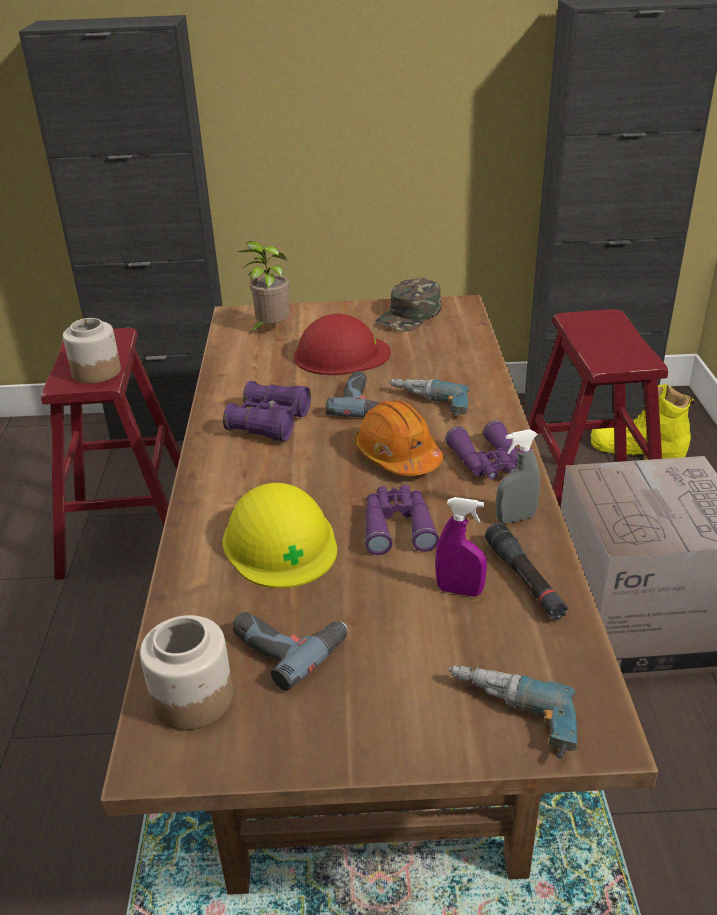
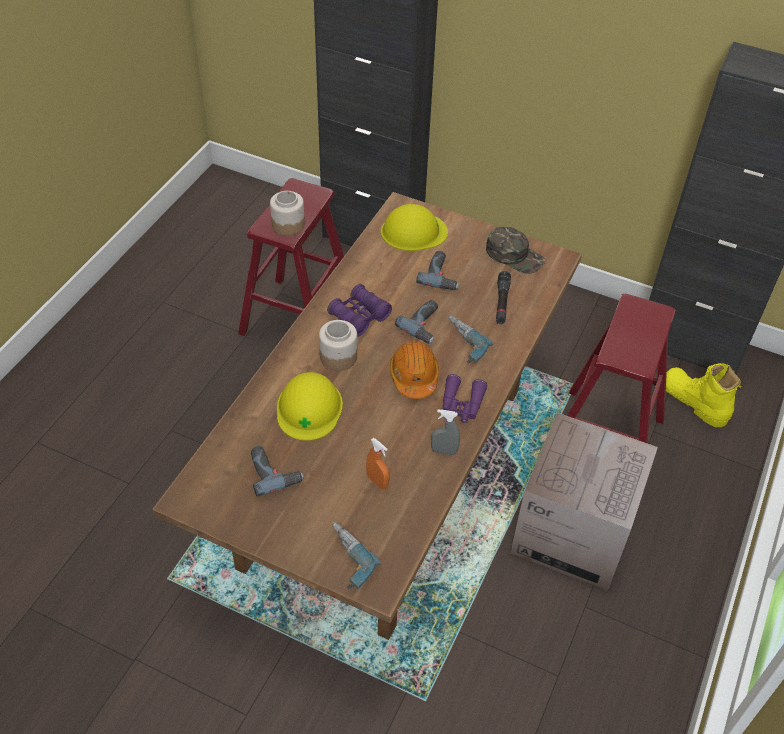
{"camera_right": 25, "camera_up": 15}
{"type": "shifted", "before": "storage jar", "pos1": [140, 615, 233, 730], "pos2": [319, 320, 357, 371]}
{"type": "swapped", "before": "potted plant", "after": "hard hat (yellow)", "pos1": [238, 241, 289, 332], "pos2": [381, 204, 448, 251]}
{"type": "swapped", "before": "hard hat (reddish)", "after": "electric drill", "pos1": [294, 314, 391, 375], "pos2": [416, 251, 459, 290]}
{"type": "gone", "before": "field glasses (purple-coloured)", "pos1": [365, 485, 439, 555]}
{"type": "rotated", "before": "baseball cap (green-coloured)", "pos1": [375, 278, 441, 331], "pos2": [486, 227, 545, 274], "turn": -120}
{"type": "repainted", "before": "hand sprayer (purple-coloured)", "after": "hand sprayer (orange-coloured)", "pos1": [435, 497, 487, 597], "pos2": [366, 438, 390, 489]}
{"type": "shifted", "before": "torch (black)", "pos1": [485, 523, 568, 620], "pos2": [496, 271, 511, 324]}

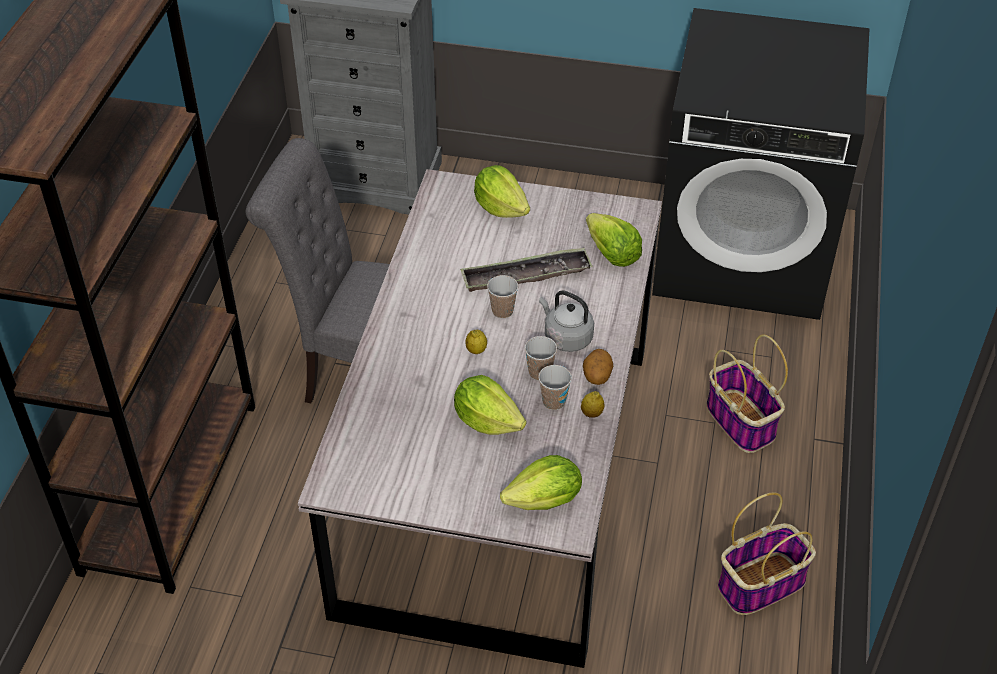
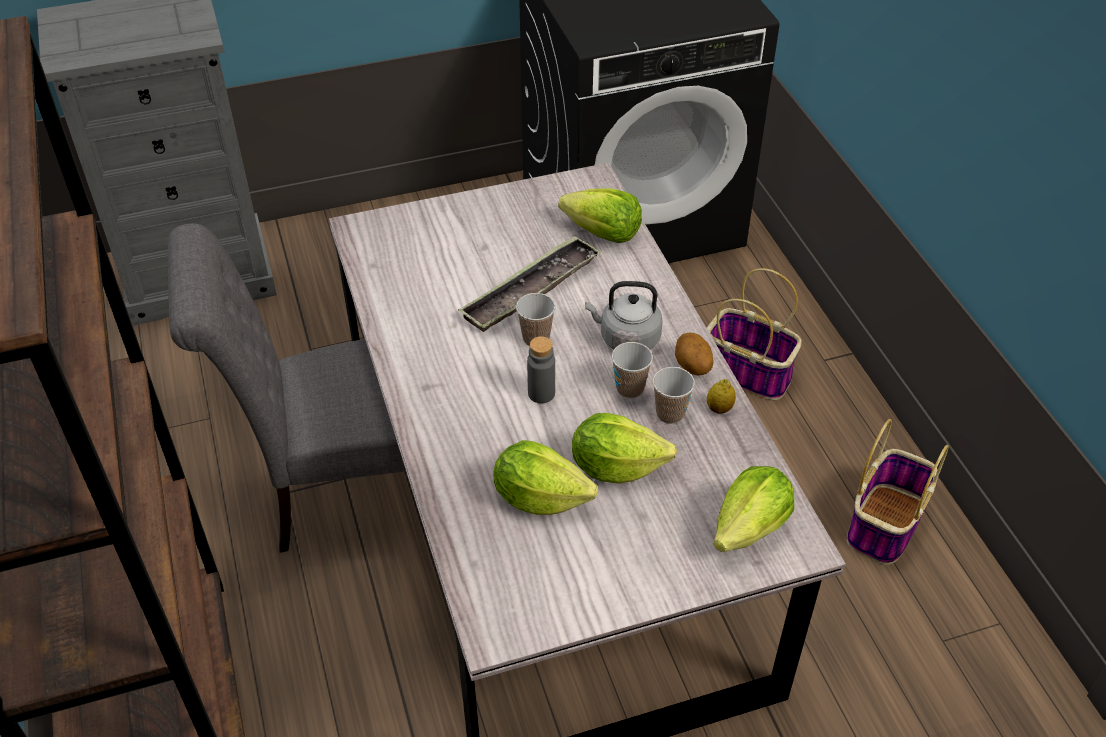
{"camera_right": -30, "camera_up": 0}
{"type": "swapped", "before": "citrus fruit", "after": "bottle (grey)", "pos1": [465, 330, 487, 354], "pos2": [527, 336, 555, 403]}
{"type": "shifted", "before": "lettuce", "pos1": [474, 165, 530, 218], "pos2": [494, 440, 598, 515]}

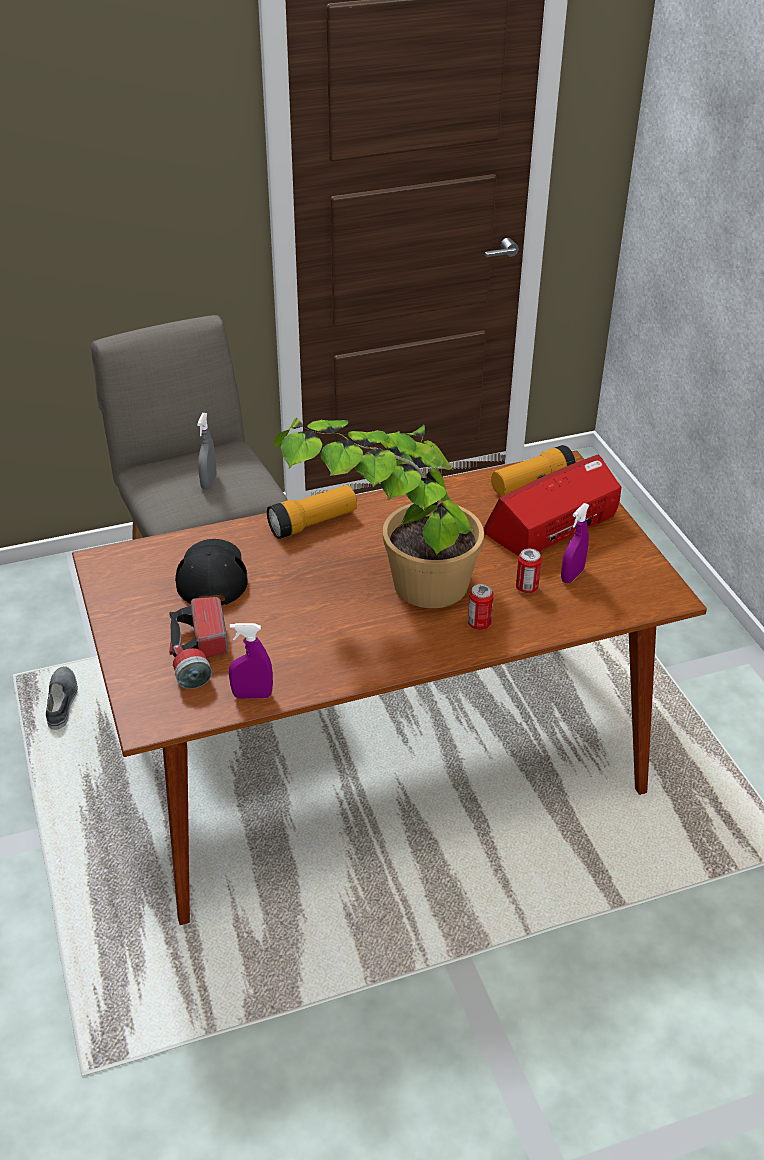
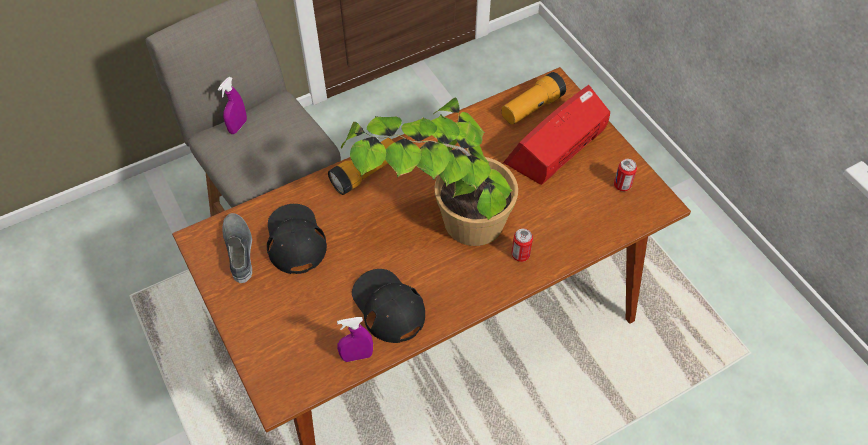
{"camera_right": -10, "camera_up": 15}
{"type": "shifted", "before": "shoe (grey)", "pos1": [46, 666, 78, 730], "pos2": [223, 213, 252, 283]}
{"type": "gone", "before": "torch", "pos1": [169, 597, 228, 689]}
{"type": "gone", "before": "hand sprayer (grey)", "pos1": [197, 413, 216, 489]}
{"type": "shifted", "before": "metal can", "pos1": [516, 549, 542, 593], "pos2": [614, 159, 637, 191]}
{"type": "shifted", "before": "hand sprayer (purple-coloured)", "pos1": [561, 503, 589, 583], "pos2": [218, 77, 247, 134]}
{"type": "new", "after": "baseball cap (black)", "pos2": [352, 269, 425, 343]}

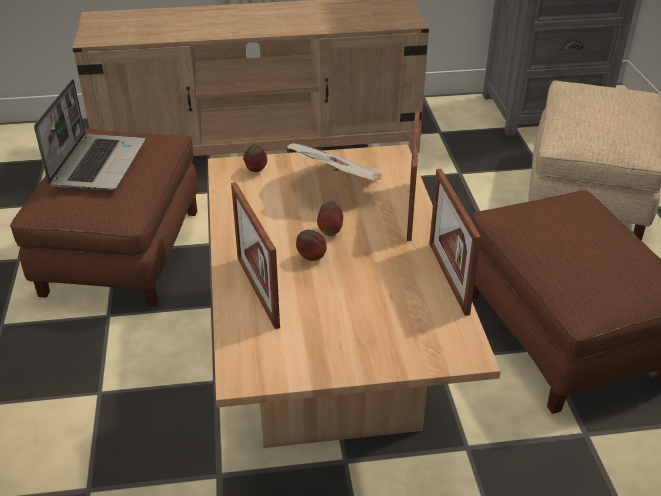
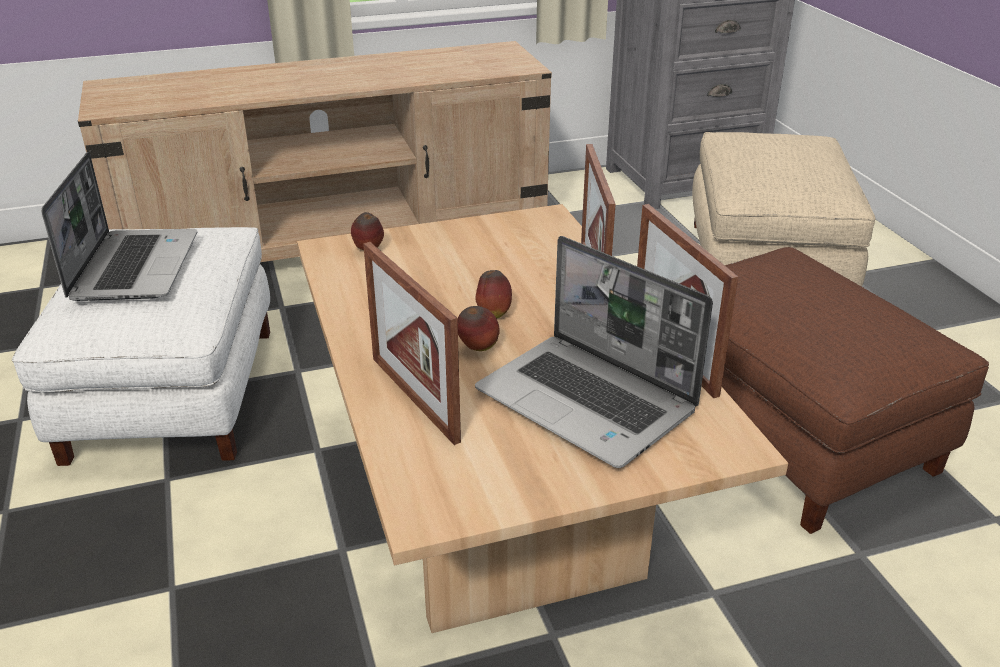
{"camera_right": -10, "camera_up": -5}
{"type": "repainted", "before": "ottoman (brown)", "after": "ottoman (white)", "pos1": [10, 129, 198, 307], "pos2": [12, 227, 270, 466]}
{"type": "gone", "before": "daily paper", "pos1": [287, 143, 384, 181]}
{"type": "new", "after": "laptop", "pos2": [475, 236, 713, 468]}

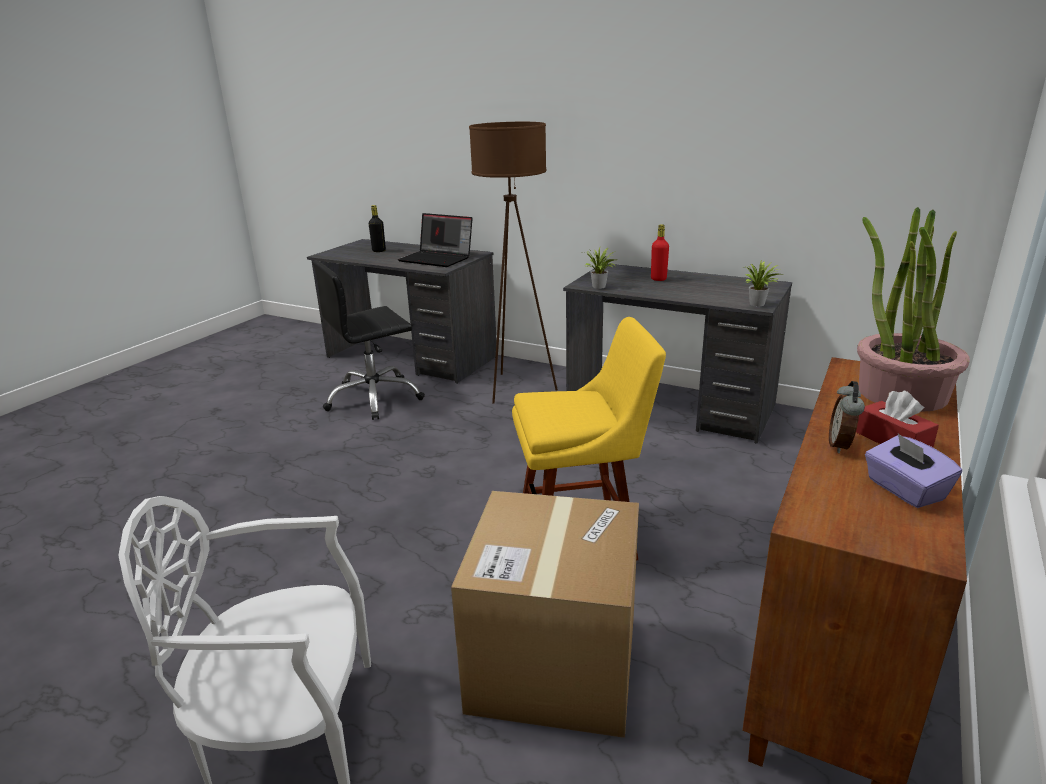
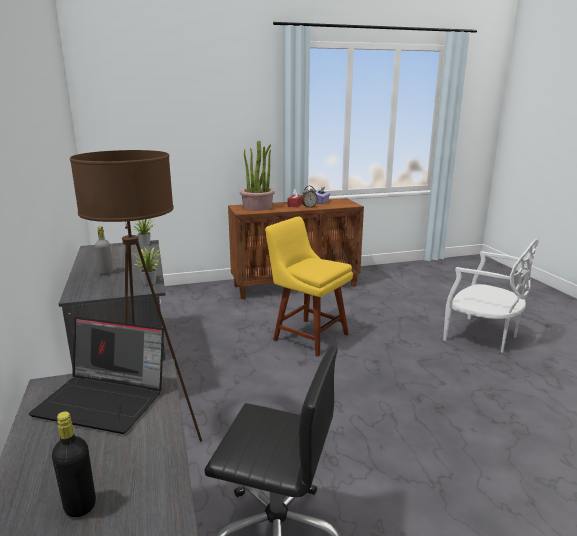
{"camera_right": -135, "camera_up": -5}
{"type": "rotated", "before": "laptop", "pos1": [398, 213, 472, 267], "pos2": [29, 317, 164, 434], "turn": 120}
{"type": "gone", "before": "carton", "pos1": [451, 491, 639, 738]}
{"type": "repainted", "before": "bottle (reddish)", "after": "bottle (grey)", "pos1": [651, 224, 669, 281], "pos2": [95, 226, 113, 275]}

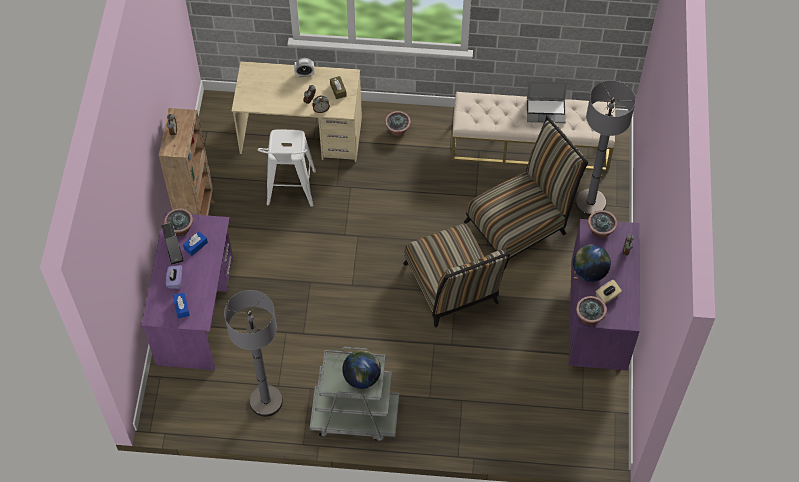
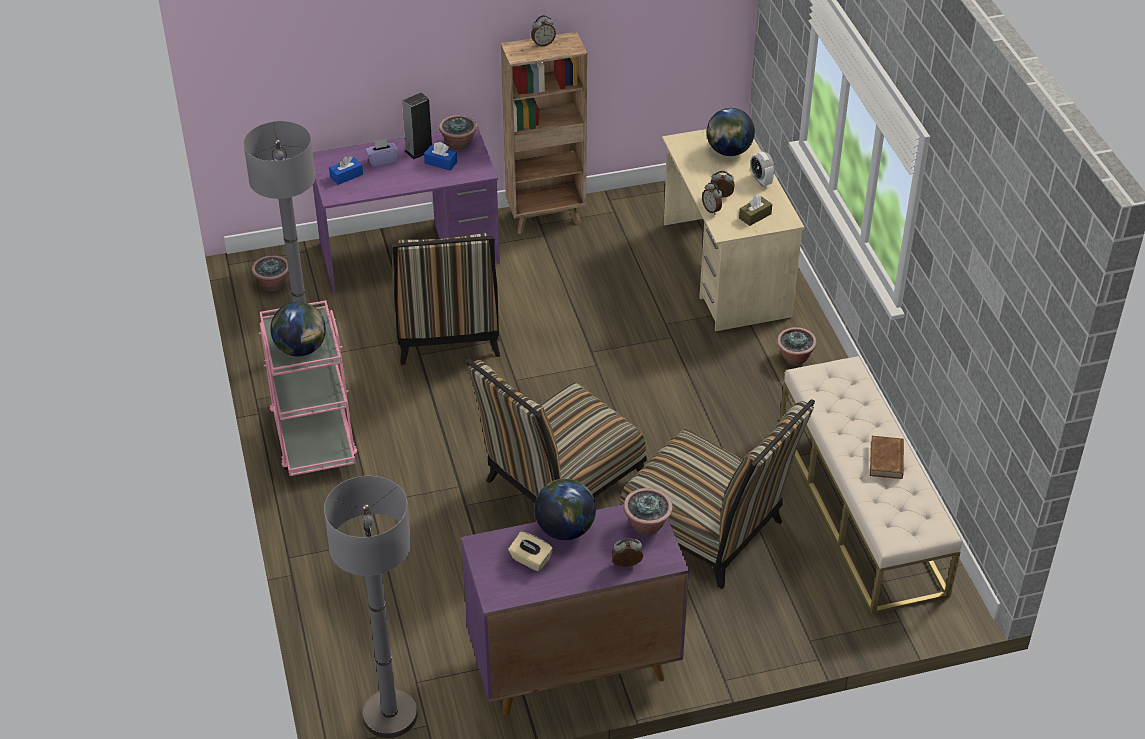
{"camera_right": 70, "camera_up": -15}
{"type": "gone", "before": "stool seat (white)", "pos1": [257, 129, 316, 207]}
{"type": "repainted", "before": "cart (grey)", "after": "cart (pink)", "pos1": [310, 347, 399, 441], "pos2": [259, 300, 357, 476]}
{"type": "swapped", "before": "laptop", "after": "bound book (brown)", "pos1": [527, 81, 568, 123], "pos2": [870, 436, 904, 479]}
{"type": "shifted", "before": "standard lamp (grey)", "pos1": [575, 80, 636, 216], "pos2": [324, 476, 418, 738]}
{"type": "shifted", "before": "potted plant", "pos1": [576, 296, 607, 325], "pos2": [252, 255, 289, 291]}
{"type": "new", "after": "plain chair", "pos2": [392, 233, 500, 365]}
{"type": "new", "after": "globe", "pos2": [707, 108, 755, 156]}

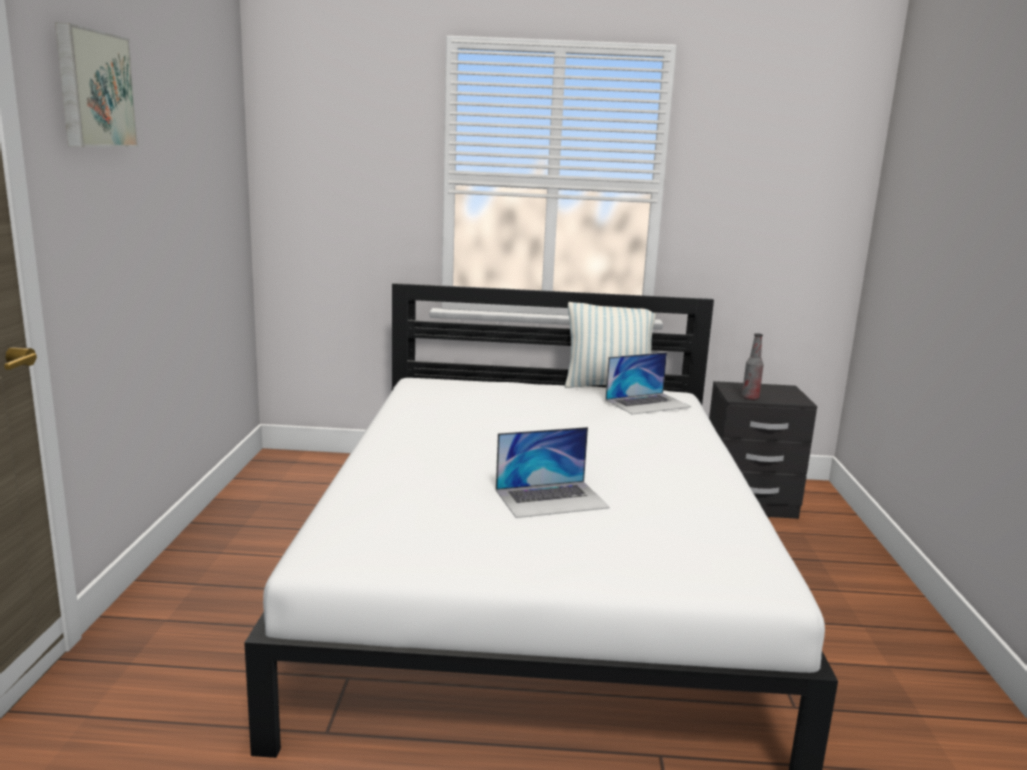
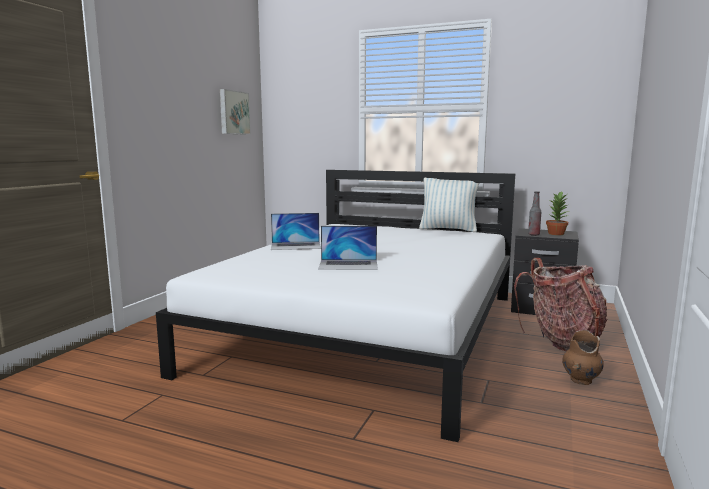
{"camera_right": 20, "camera_up": -5}
{"type": "shifted", "before": "wall art", "pos1": [55, 22, 138, 147], "pos2": [220, 89, 251, 135]}
{"type": "shifted", "before": "laptop", "pos1": [605, 352, 691, 415], "pos2": [271, 213, 321, 250]}
{"type": "new", "after": "rucksack", "pos2": [514, 258, 607, 351]}
{"type": "new", "after": "potted plant", "pos2": [546, 192, 569, 235]}
{"type": "new", "after": "vase (brown)", "pos2": [562, 330, 604, 385]}

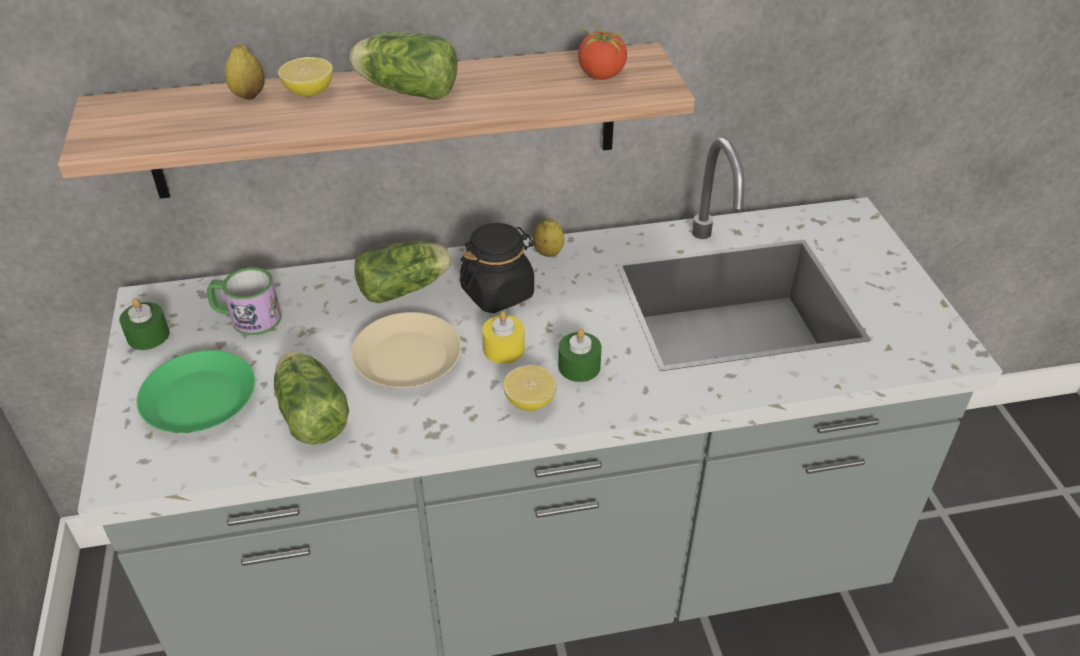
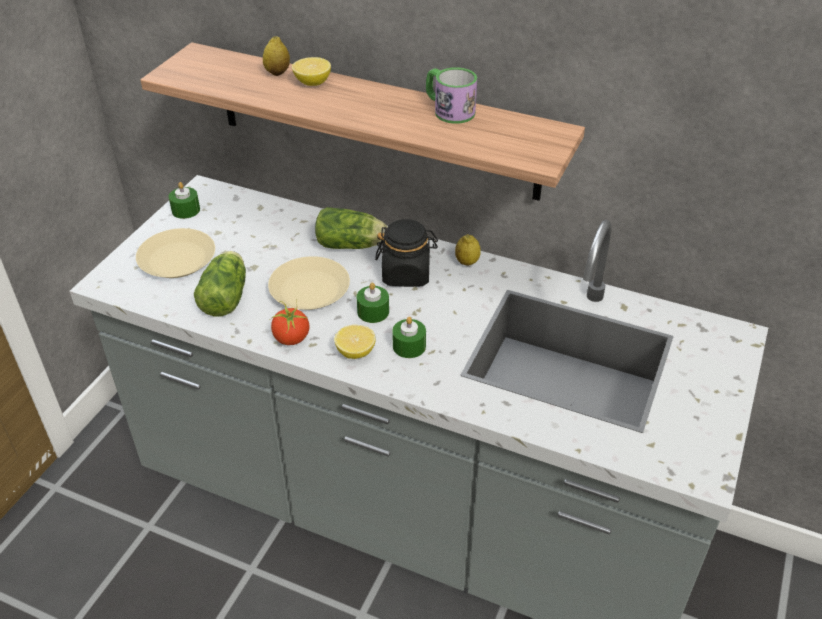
{"camera_right": 35, "camera_up": 0}
{"type": "repainted", "before": "dinner plate (green-coloured)", "after": "dinner plate (beige)", "pos1": [137, 350, 255, 433], "pos2": [136, 228, 215, 278]}
{"type": "shifted", "before": "tea mug", "pos1": [207, 267, 281, 335], "pos2": [426, 67, 477, 124]}
{"type": "gone", "before": "lettuce", "pos1": [349, 32, 457, 100]}
{"type": "repainted", "before": "wax candle (yellow)", "after": "wax candle (green-coloured)", "pos1": [482, 311, 525, 364], "pos2": [357, 283, 389, 323]}
{"type": "shifted", "before": "tomato", "pos1": [578, 21, 627, 80], "pos2": [269, 301, 310, 345]}

